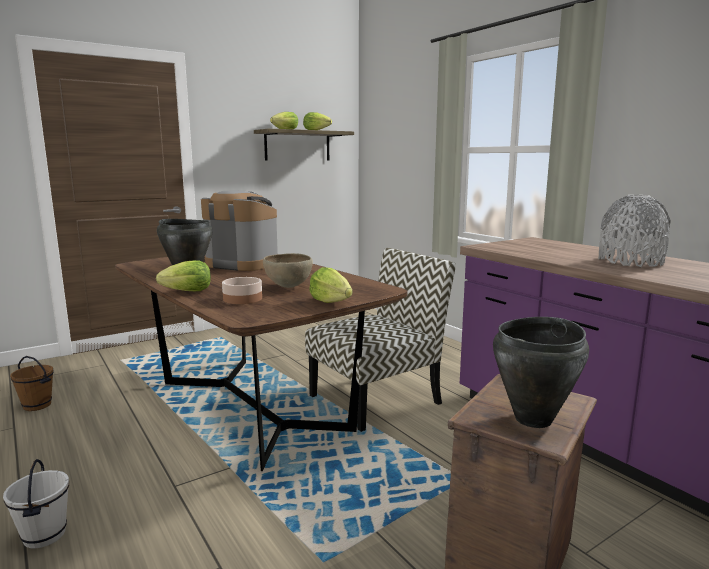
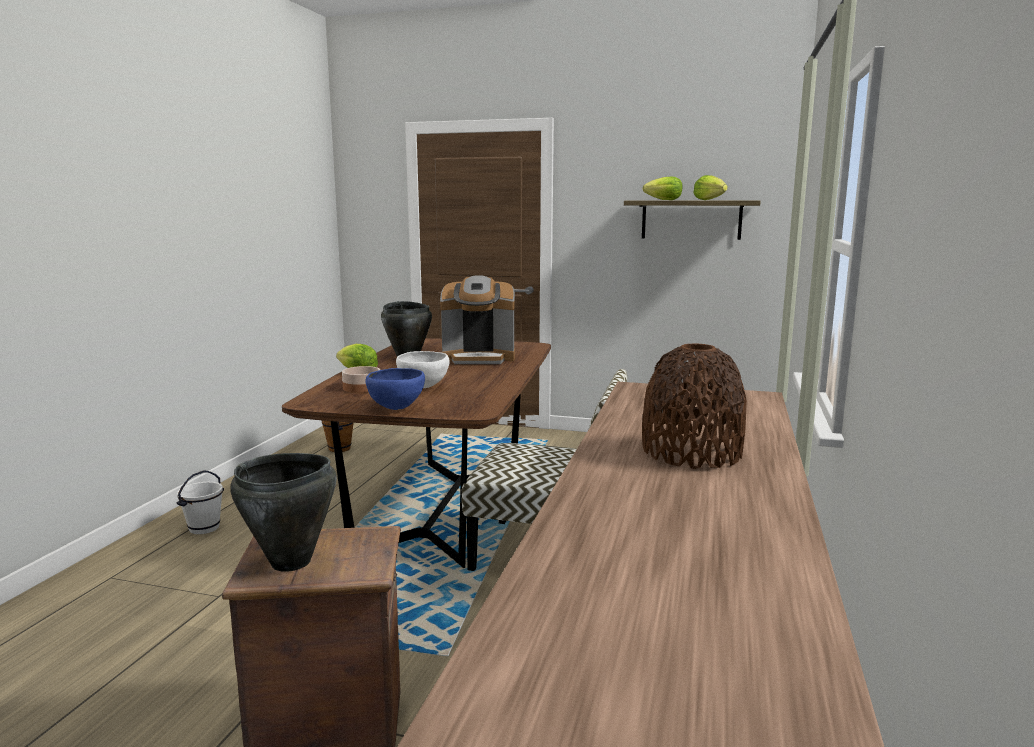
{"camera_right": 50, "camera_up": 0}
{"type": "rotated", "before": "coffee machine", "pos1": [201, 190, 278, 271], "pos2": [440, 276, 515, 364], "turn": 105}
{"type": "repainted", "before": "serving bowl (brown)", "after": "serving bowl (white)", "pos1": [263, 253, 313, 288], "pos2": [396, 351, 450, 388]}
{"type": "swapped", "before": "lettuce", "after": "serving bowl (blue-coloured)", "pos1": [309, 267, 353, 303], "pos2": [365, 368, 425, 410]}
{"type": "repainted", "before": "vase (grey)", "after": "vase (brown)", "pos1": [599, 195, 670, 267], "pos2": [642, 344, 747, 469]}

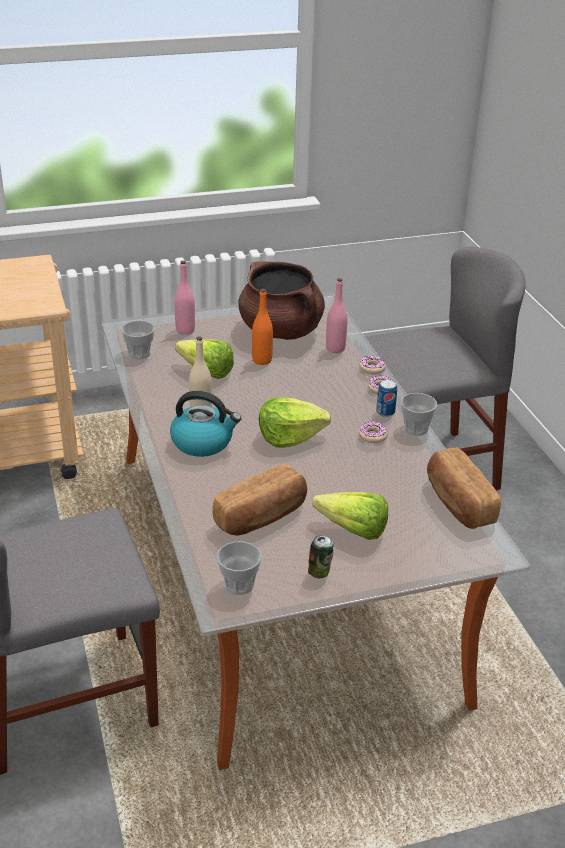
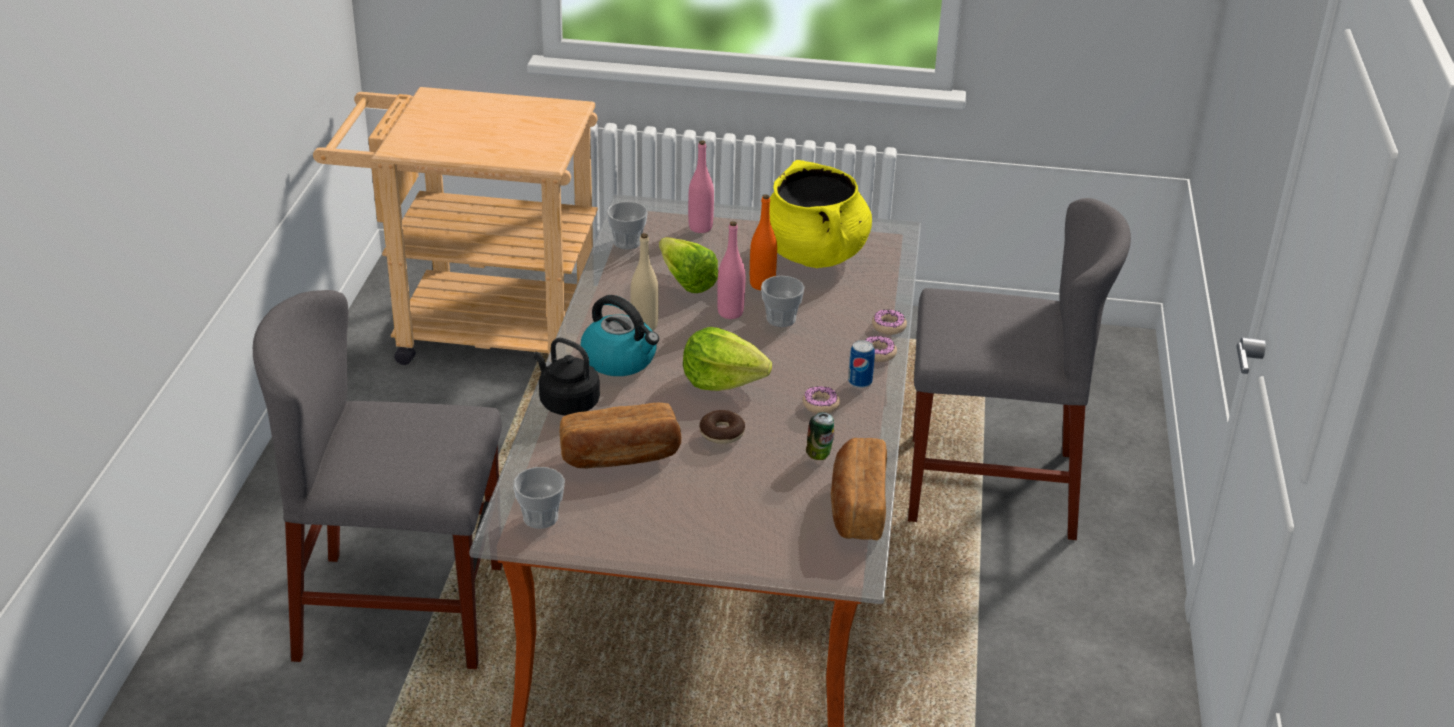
{"camera_right": 25, "camera_up": 0}
{"type": "repainted", "before": "saucepot (brown)", "after": "saucepot (yellow)", "pos1": [238, 261, 325, 340], "pos2": [770, 160, 872, 268]}
{"type": "shifted", "before": "metal can", "pos1": [308, 535, 334, 578], "pos2": [806, 412, 834, 460]}
{"type": "gone", "before": "lettuce", "pos1": [312, 492, 388, 540]}
{"type": "shifted", "before": "bottle (pink)", "pos1": [326, 278, 348, 353], "pos2": [717, 221, 745, 319]}
{"type": "shifted", "before": "small cup", "pos1": [401, 393, 437, 436], "pos2": [761, 276, 805, 327]}
{"type": "new", "after": "water kettle (black)", "pos2": [534, 338, 600, 415]}
{"type": "new", "after": "ring doughnut", "pos2": [699, 410, 745, 444]}

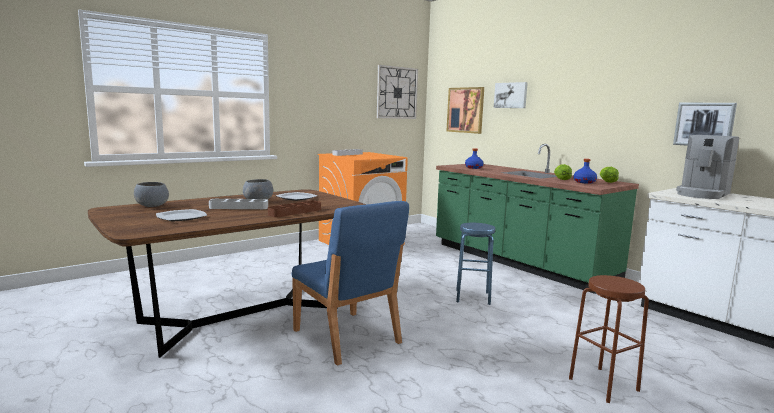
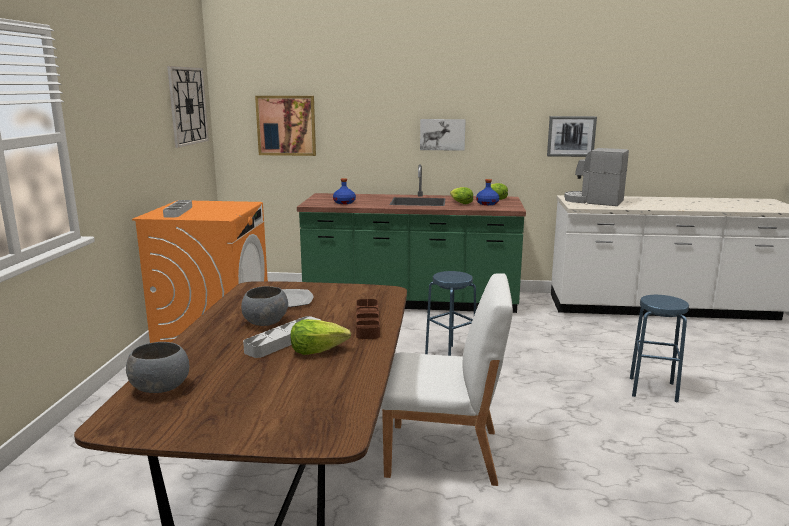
{"camera_right": -45, "camera_up": 5}
{"type": "gone", "before": "dinner plate", "pos1": [156, 209, 207, 222]}
{"type": "repainted", "before": "plain chair (blue-coloured)", "after": "plain chair (white)", "pos1": [292, 201, 409, 365], "pos2": [381, 273, 513, 486]}
{"type": "shifted", "before": "wall art", "pos1": [494, 82, 528, 108], "pos2": [420, 119, 466, 151]}
{"type": "repainted", "before": "stool seat (brown)", "after": "stool seat (blue-coloured)", "pos1": [569, 275, 649, 403], "pos2": [630, 295, 689, 403]}
{"type": "rotated", "before": "coffee machine", "pos1": [676, 135, 739, 199], "pos2": [564, 148, 629, 206], "turn": 120}
{"type": "new", "after": "lettuce", "pos2": [291, 319, 351, 355]}

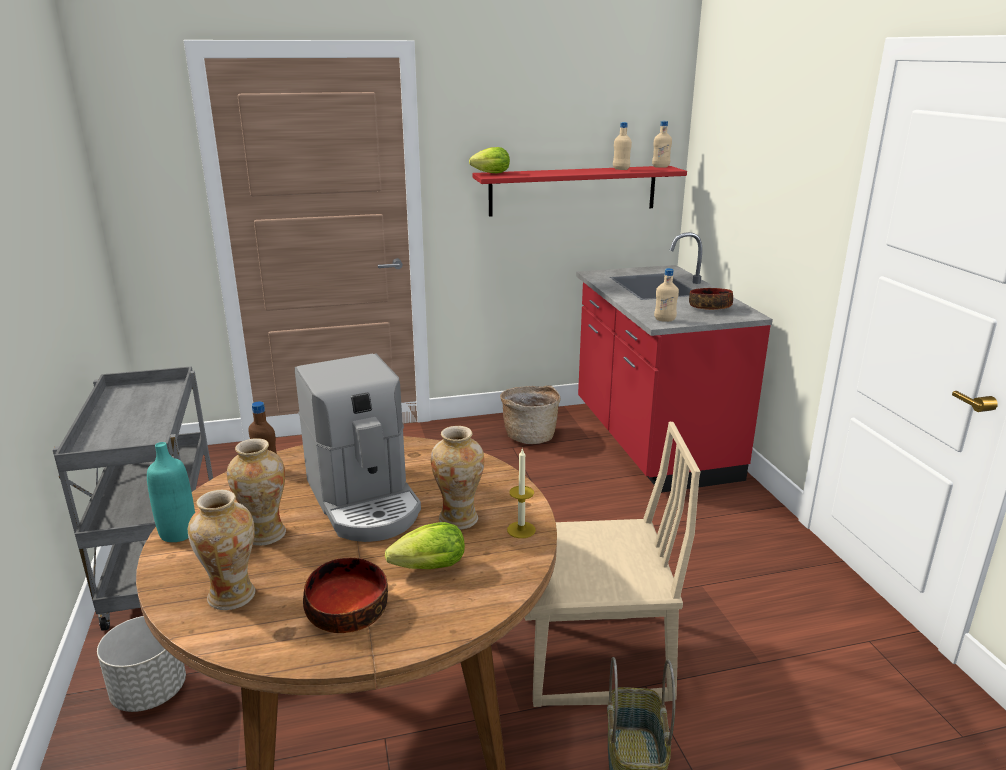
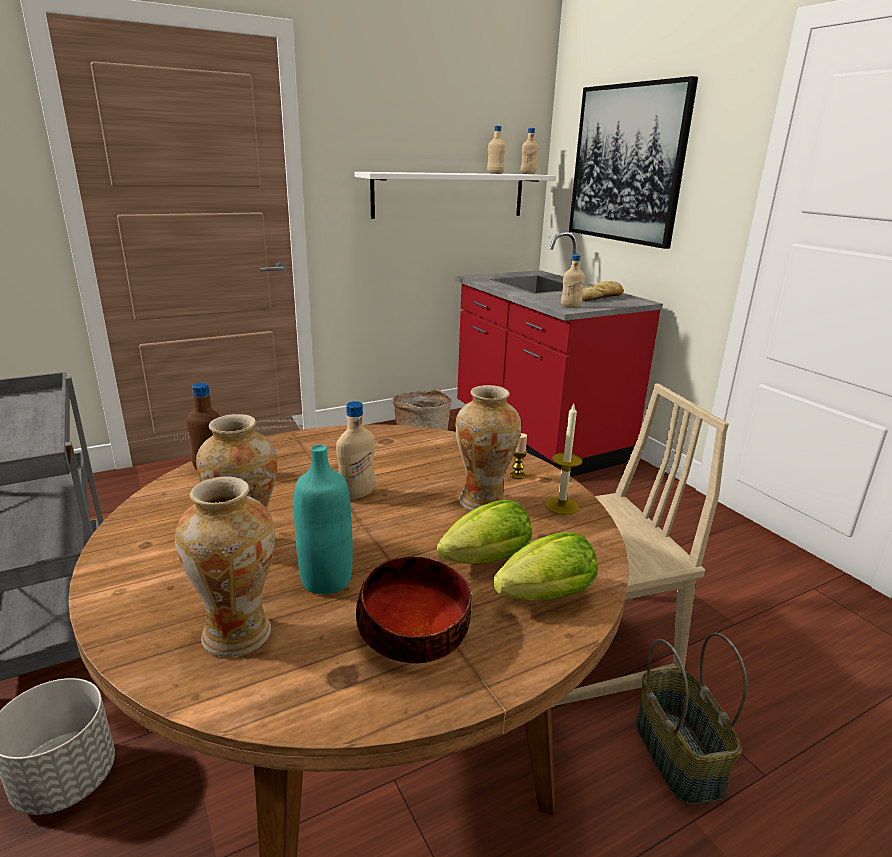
{"camera_right": -15, "camera_up": 0}
{"type": "shifted", "before": "bottle (blue-green)", "pos1": [147, 442, 195, 542], "pos2": [294, 445, 353, 594]}
{"type": "swapped", "before": "coffee machine", "after": "bottle (beige)", "pos1": [295, 353, 421, 542], "pos2": [336, 401, 376, 500]}
{"type": "shifted", "before": "lettuce", "pos1": [469, 147, 510, 173], "pos2": [493, 532, 597, 600]}
{"type": "repainted", "before": "bracket shelf (reddish)", "after": "bracket shelf (white)", "pos1": [472, 166, 687, 217], "pos2": [354, 172, 556, 219]}
{"type": "swapped", "before": "serving bowl", "after": "baked bread", "pos1": [689, 288, 733, 310], "pos2": [582, 281, 623, 301]}
{"type": "new", "after": "wax candle", "pos2": [510, 433, 527, 479]}
{"type": "new", "after": "wall art", "pos2": [569, 76, 698, 249]}

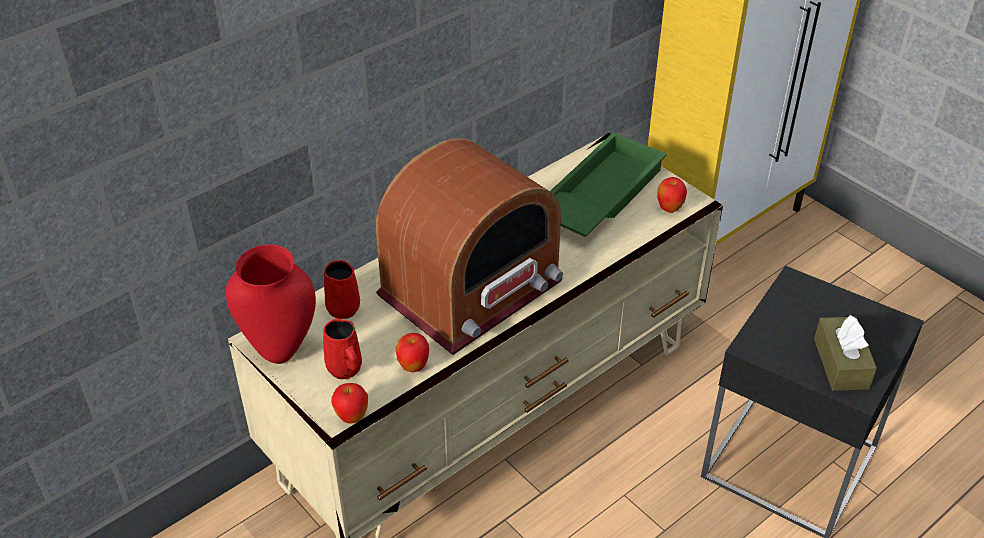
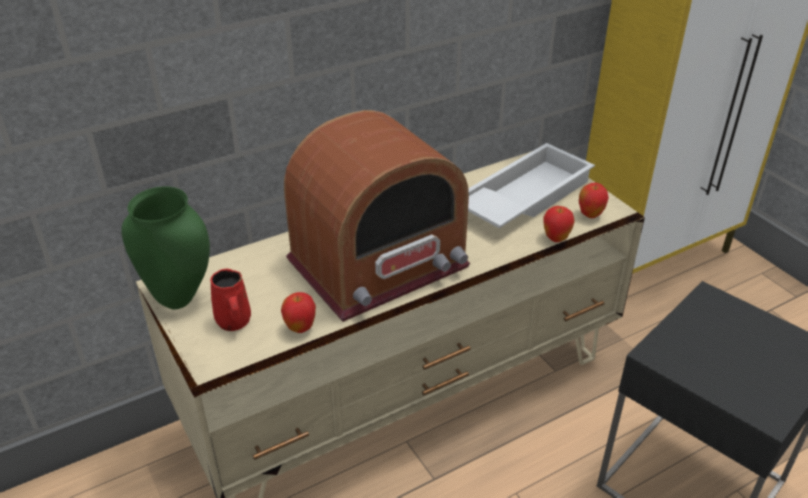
{"camera_right": 10, "camera_up": -5}
{"type": "repainted", "before": "vase (reddish)", "after": "vase (green-coloured)", "pos1": [226, 245, 316, 364], "pos2": [121, 186, 210, 309]}
{"type": "gone", "before": "tea mug (reddish)", "pos1": [324, 260, 360, 319]}
{"type": "shifted", "before": "apple fruit", "pos1": [332, 383, 368, 424], "pos2": [543, 206, 575, 242]}
{"type": "repainted", "before": "carrying tray (green-coloured)", "after": "carrying tray (white)", "pos1": [550, 132, 667, 237], "pos2": [468, 143, 595, 228]}
{"type": "gone", "before": "tissue holder (brown)", "pos1": [814, 315, 877, 391]}

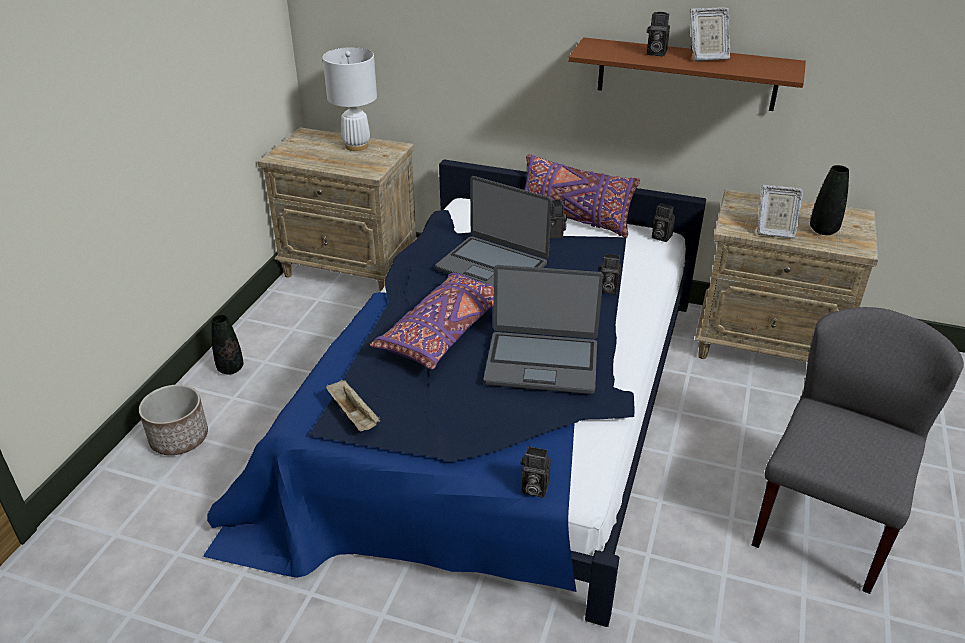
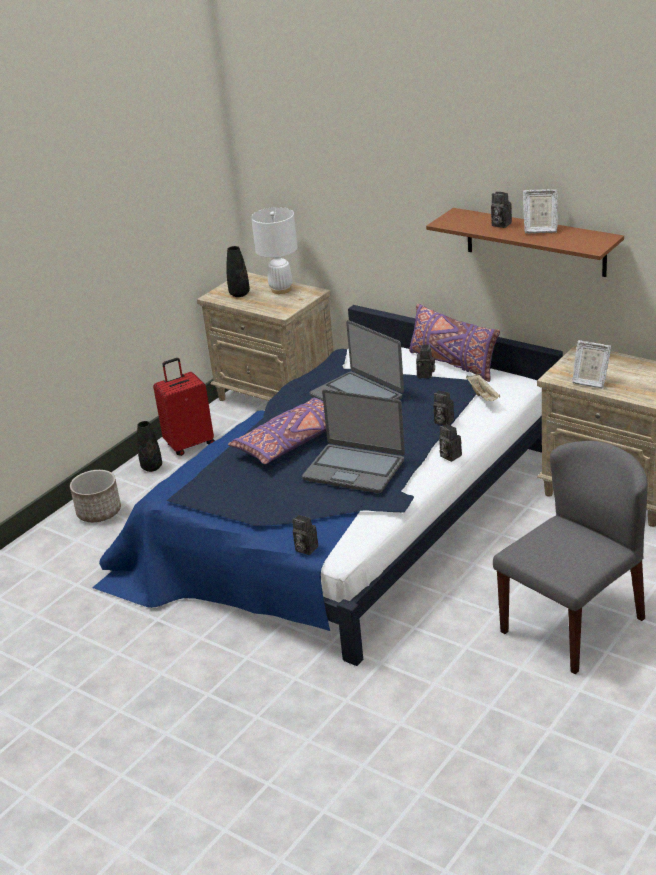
{"camera_right": 20, "camera_up": -5}
{"type": "shifted", "before": "carrying tray (beige)", "pos1": [326, 380, 380, 432], "pos2": [466, 374, 500, 401]}
{"type": "shifted", "before": "still camera", "pos1": [652, 203, 675, 242], "pos2": [439, 424, 462, 462]}
{"type": "shifted", "before": "vase (black)", "pos1": [810, 165, 849, 235], "pos2": [226, 246, 250, 297]}
{"type": "new", "after": "suitcase (reddish)", "pos2": [153, 358, 215, 456]}

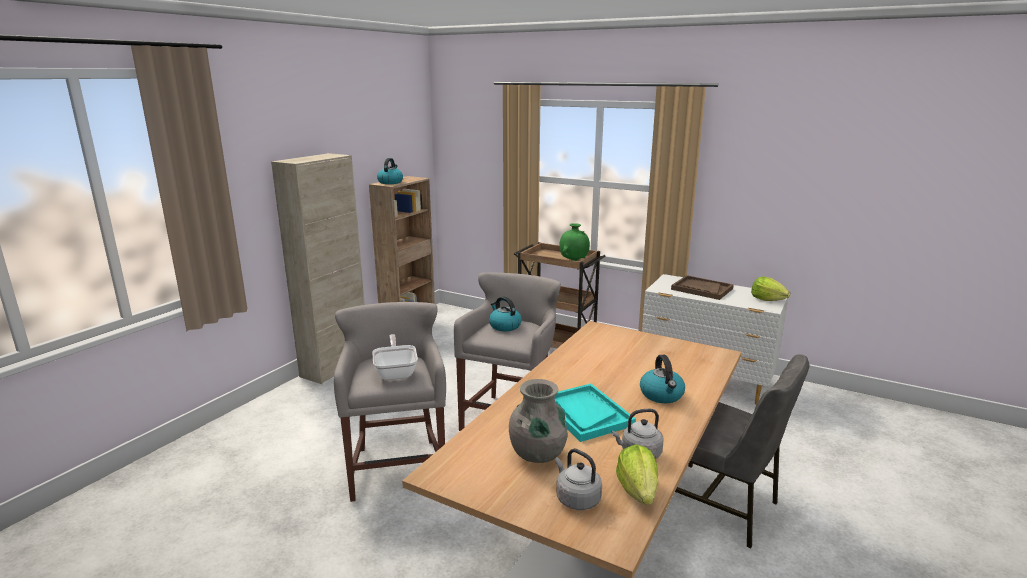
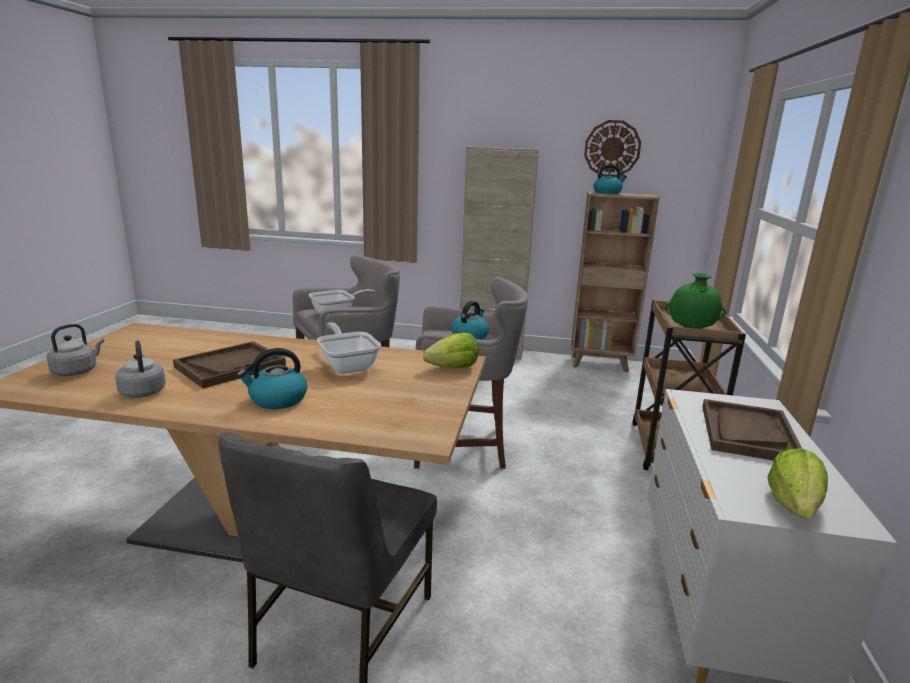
{"camera_right": 70, "camera_up": 0}
{"type": "gone", "before": "vase (grey)", "pos1": [509, 379, 568, 463]}
{"type": "repainted", "before": "carrying tray (blue-green)", "after": "carrying tray (brown)", "pos1": [555, 383, 636, 442], "pos2": [173, 341, 286, 388]}
{"type": "shifted", "before": "lettuce", "pos1": [616, 444, 658, 505], "pos2": [423, 332, 479, 368]}
{"type": "new", "after": "skillet", "pos2": [317, 322, 381, 374]}
{"type": "new", "after": "hanging clock", "pos2": [584, 120, 641, 177]}

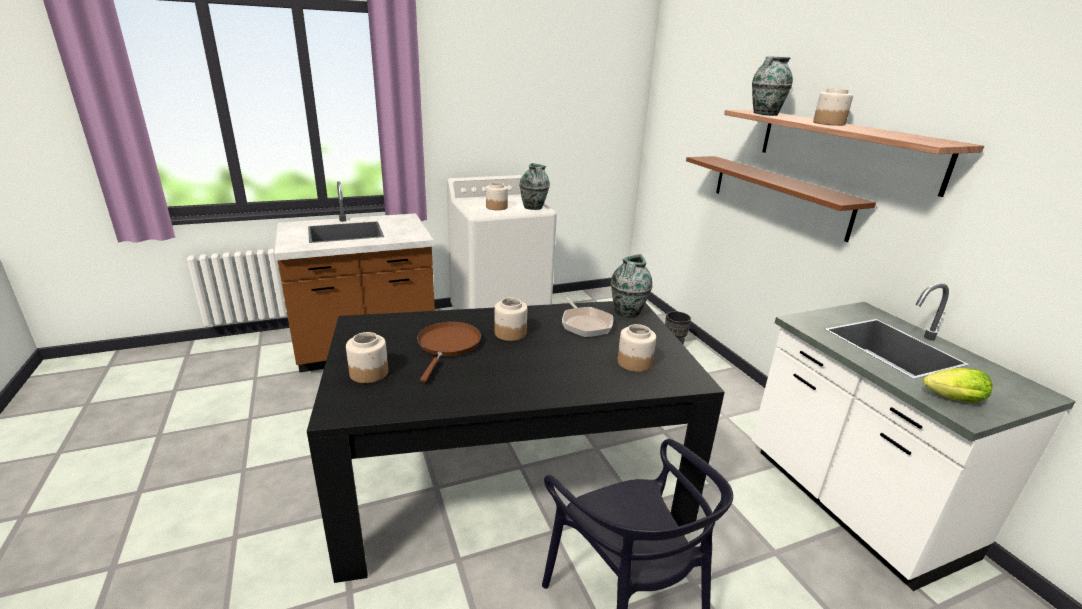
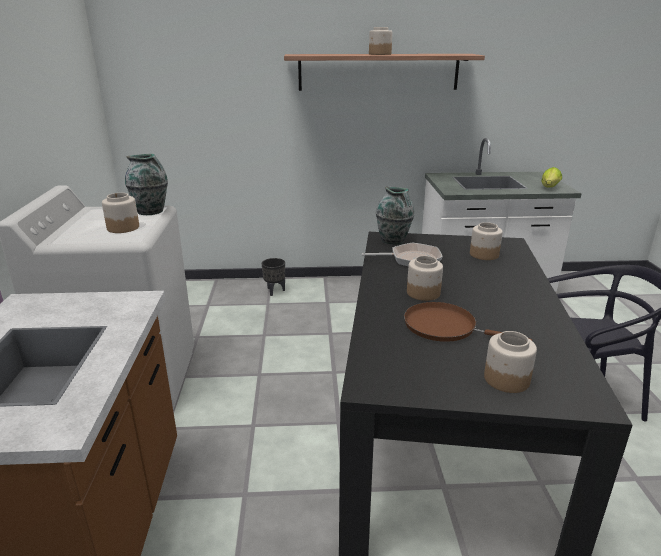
{"camera_right": -70, "camera_up": 0}
{"type": "gone", "before": "bracket shelf (brown)", "pos1": [686, 156, 876, 242]}
{"type": "gone", "before": "vase", "pos1": [752, 56, 793, 116]}

